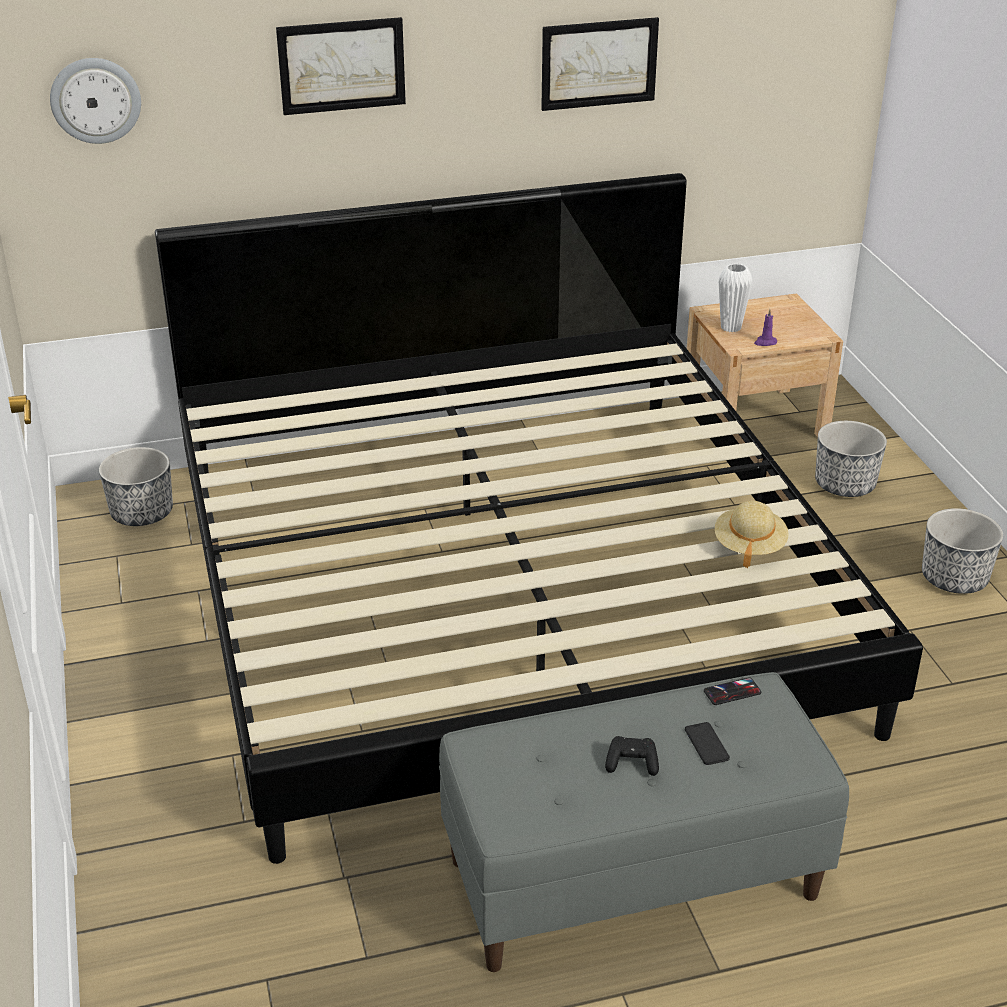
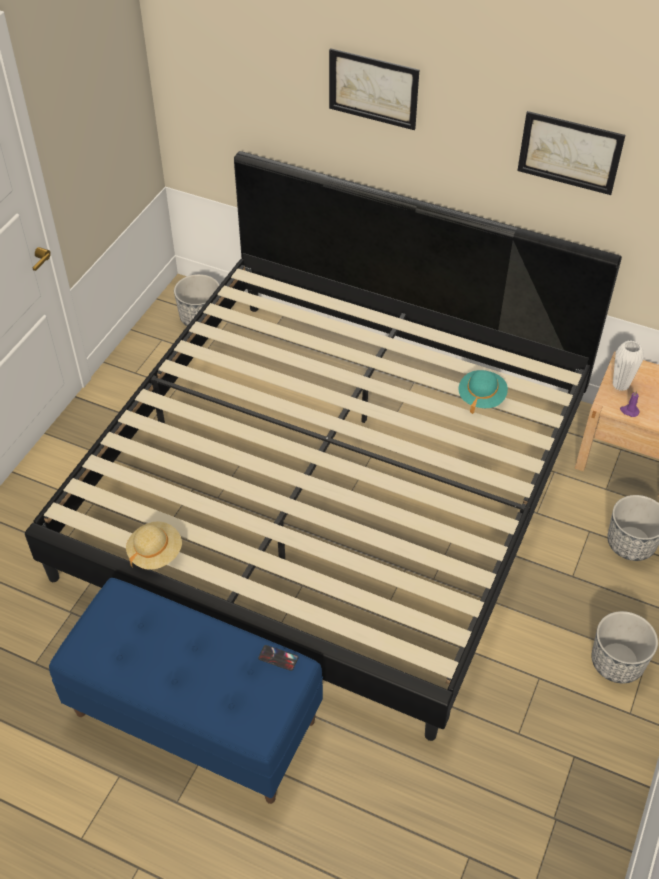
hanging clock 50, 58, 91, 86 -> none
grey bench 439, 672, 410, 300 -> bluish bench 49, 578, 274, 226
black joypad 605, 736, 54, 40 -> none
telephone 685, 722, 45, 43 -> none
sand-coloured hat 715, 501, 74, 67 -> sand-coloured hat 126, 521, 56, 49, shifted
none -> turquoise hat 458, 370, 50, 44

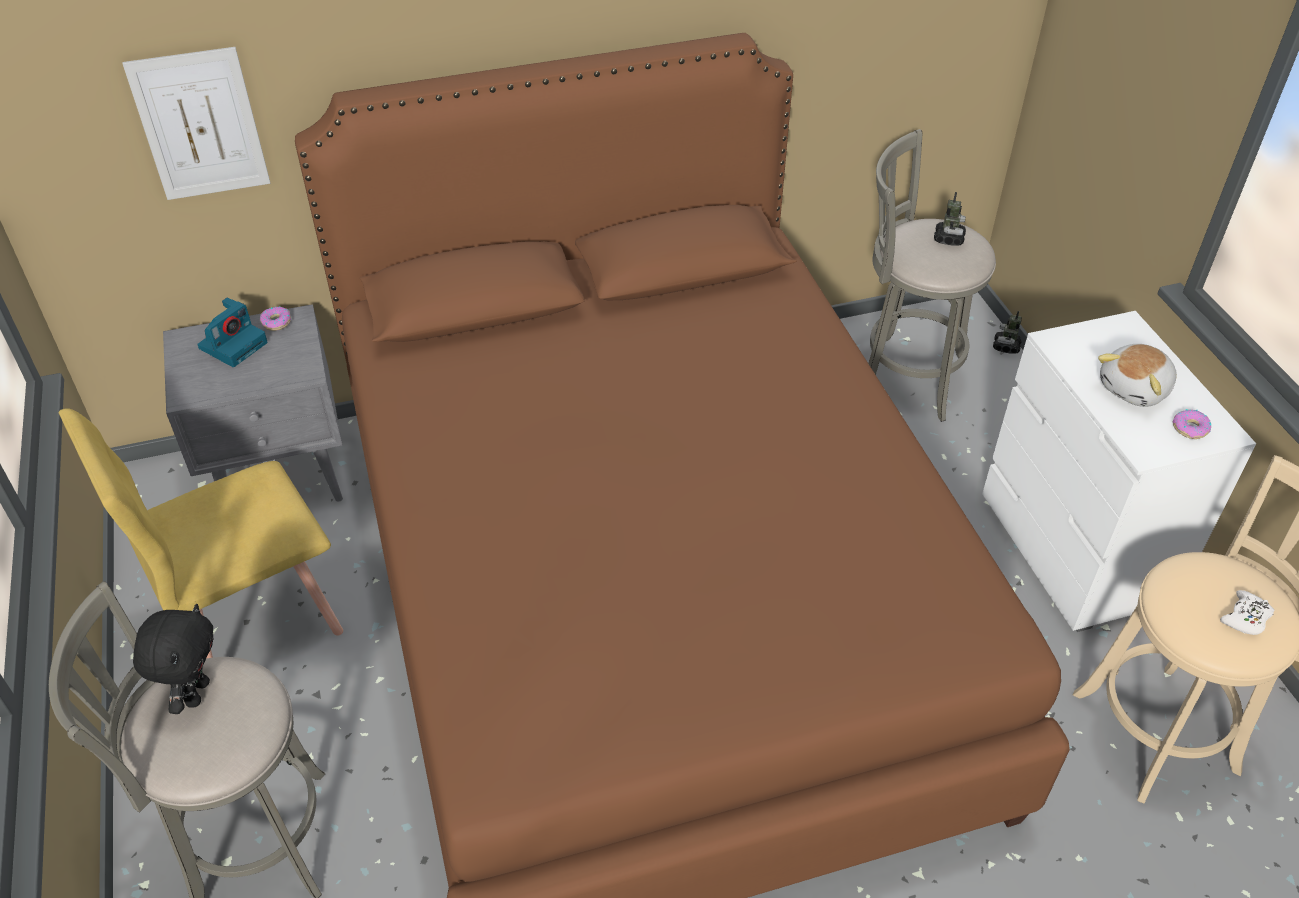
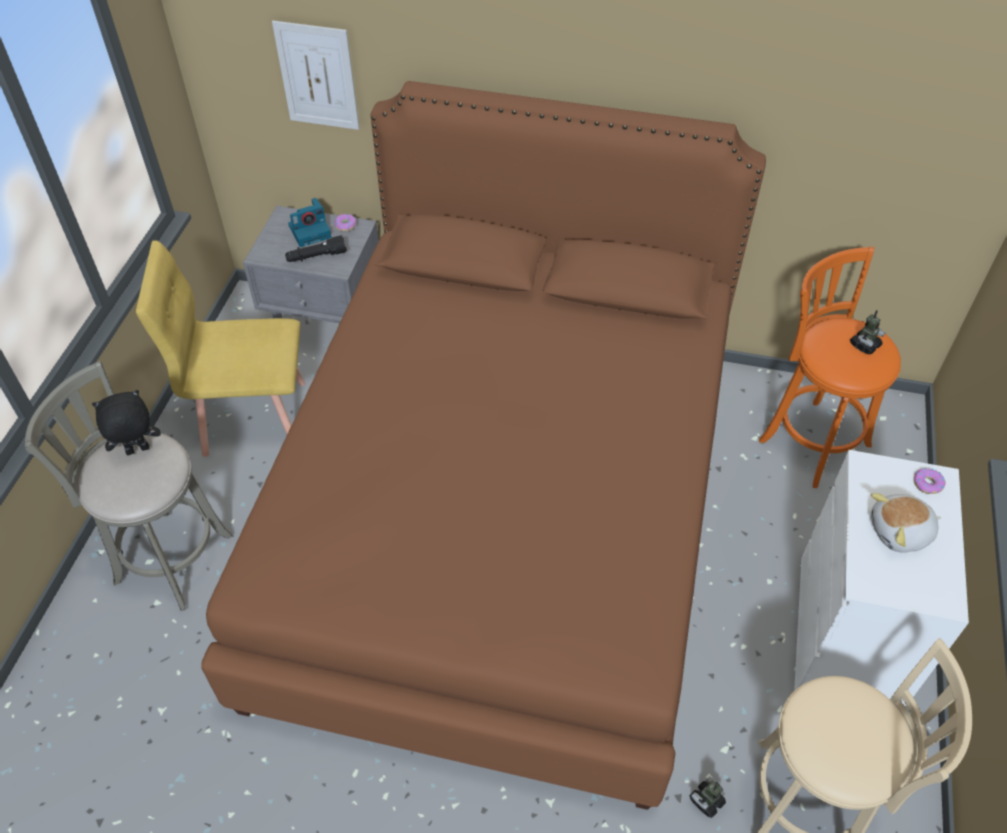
black soft toy 133, 604, 80, 110 -> black soft toy 92, 390, 69, 65, 150 degrees counterclockwise
grey sitting stool 868, 129, 128, 293 -> orange-coloured sitting stool 759, 247, 142, 241
robot figure 993, 311, 29, 43 -> robot figure 690, 776, 36, 42, shifted
donut 1173, 409, 38, 30 -> donut 914, 468, 31, 26, shifted
whitish joypad 1220, 590, 54, 45 -> none
none -> black torch 285, 235, 62, 27

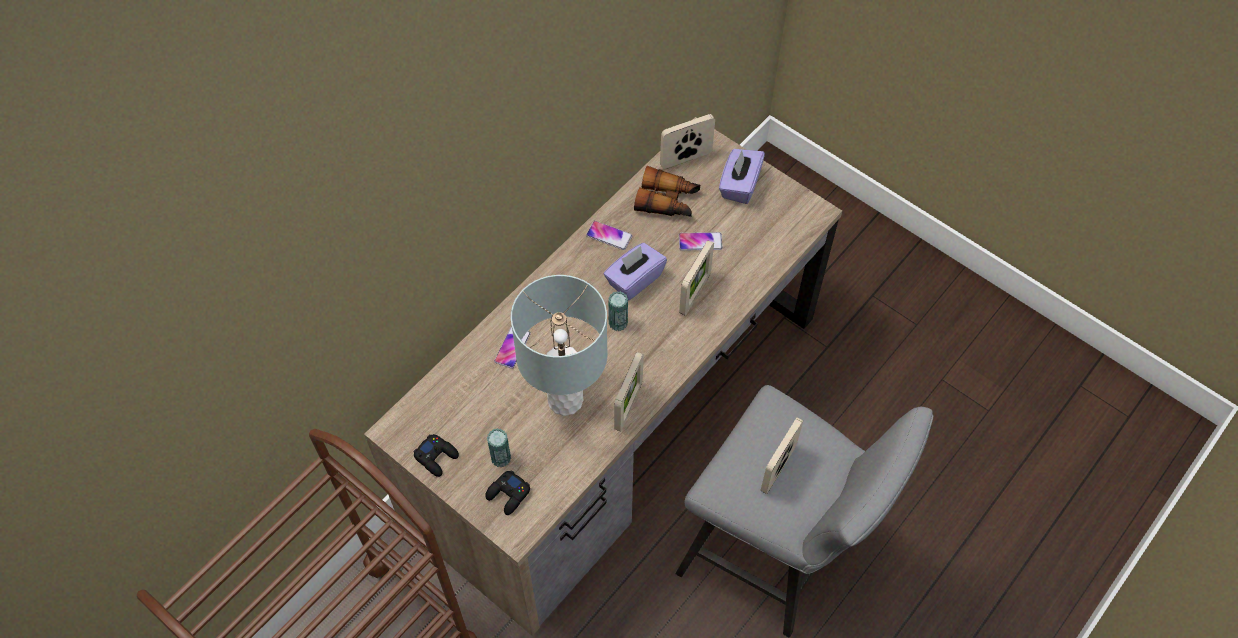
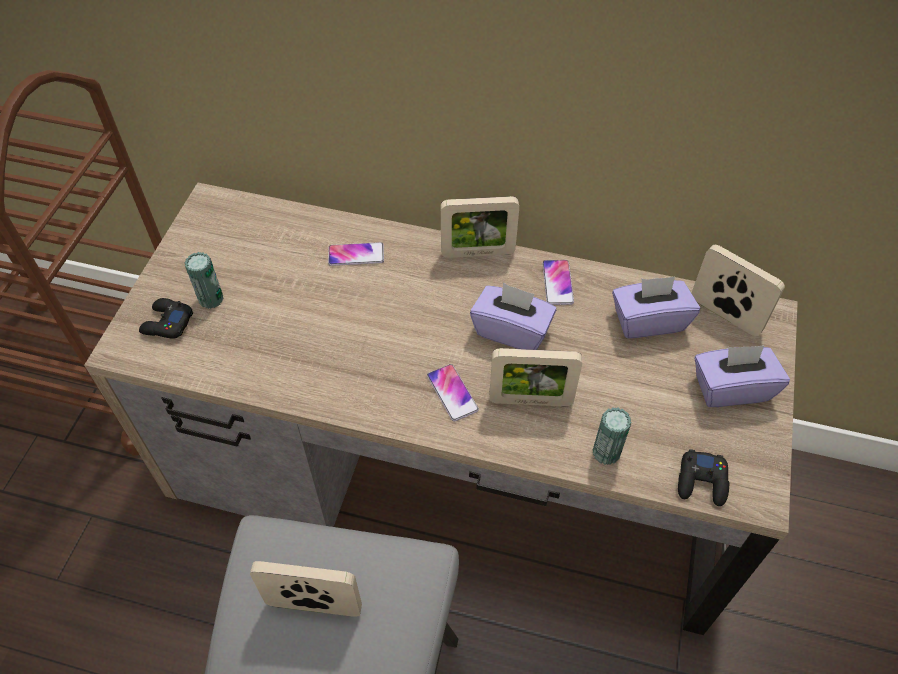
black joypad 413, 434, 46, 43 -> black joypad 678, 449, 51, 57, shifted
grey tabletop lamp 511, 275, 97, 141 -> none
metal can 608, 291, 20, 40 -> metal can 593, 407, 39, 58, shifted
standing frame 614, 352, 30, 79 -> standing frame 441, 196, 78, 62, shifted
field glasses 634, 166, 66, 51 -> purple tissue holder 612, 277, 88, 61
telephone 679, 232, 44, 18 -> telephone 427, 364, 52, 57, shifted

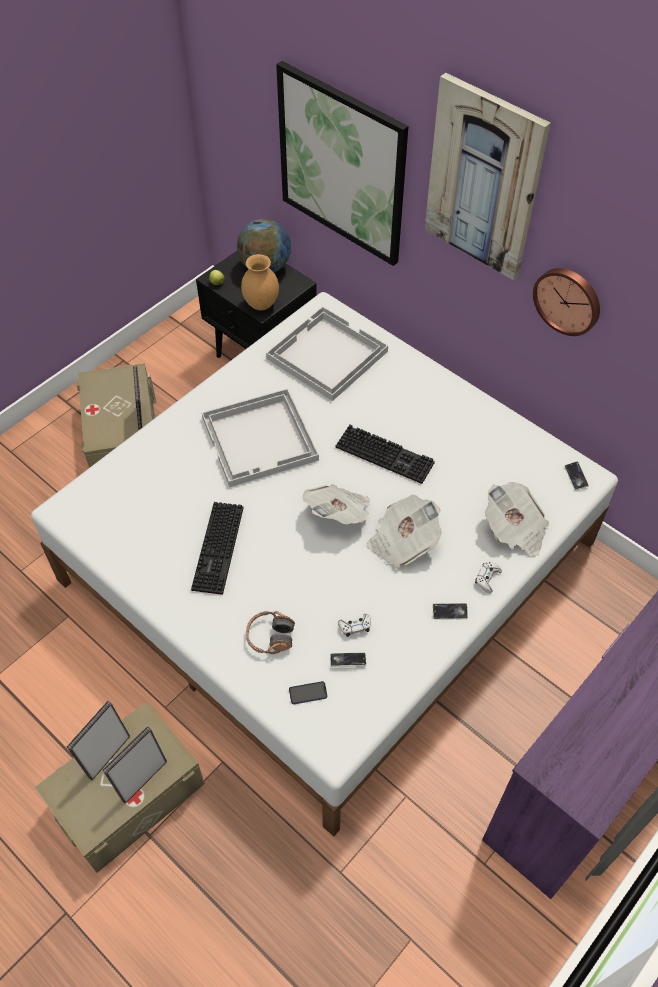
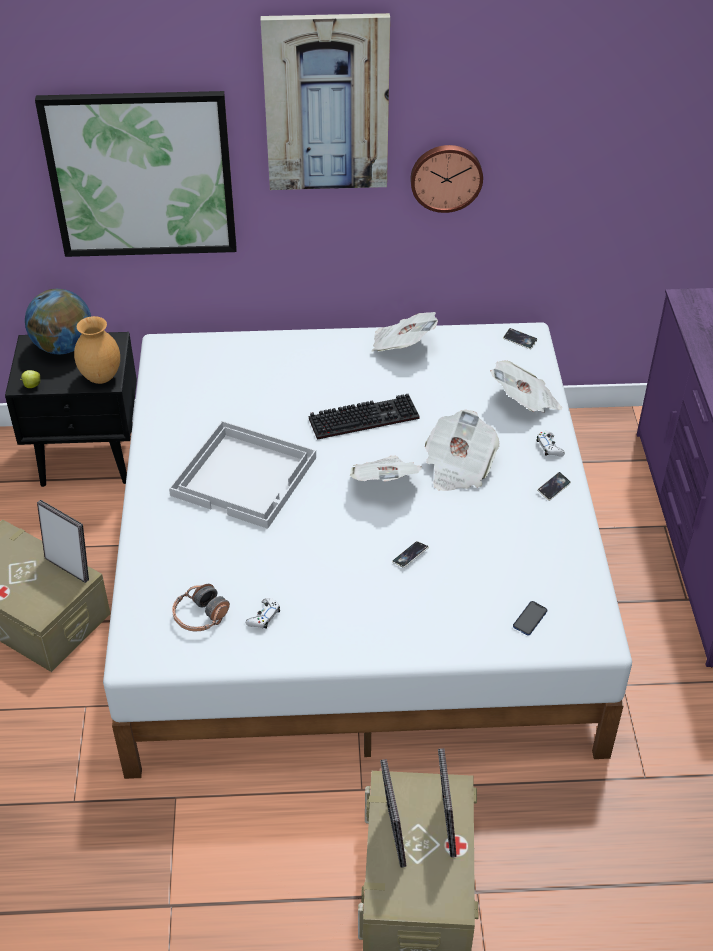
keyboard 191, 502, 52, 93 -> none
pair of headphones 246, 611, 49, 43 -> pair of headphones 172, 584, 58, 47, shifted
whitish carrying tray 266, 306, 122, 95 -> none
telephone 330, 653, 37, 14 -> telephone 392, 541, 37, 27, shifted
whitish joypad 338, 614, 33, 23 -> whitish joypad 246, 598, 34, 31, shifted
none -> newspaper 372, 312, 66, 40

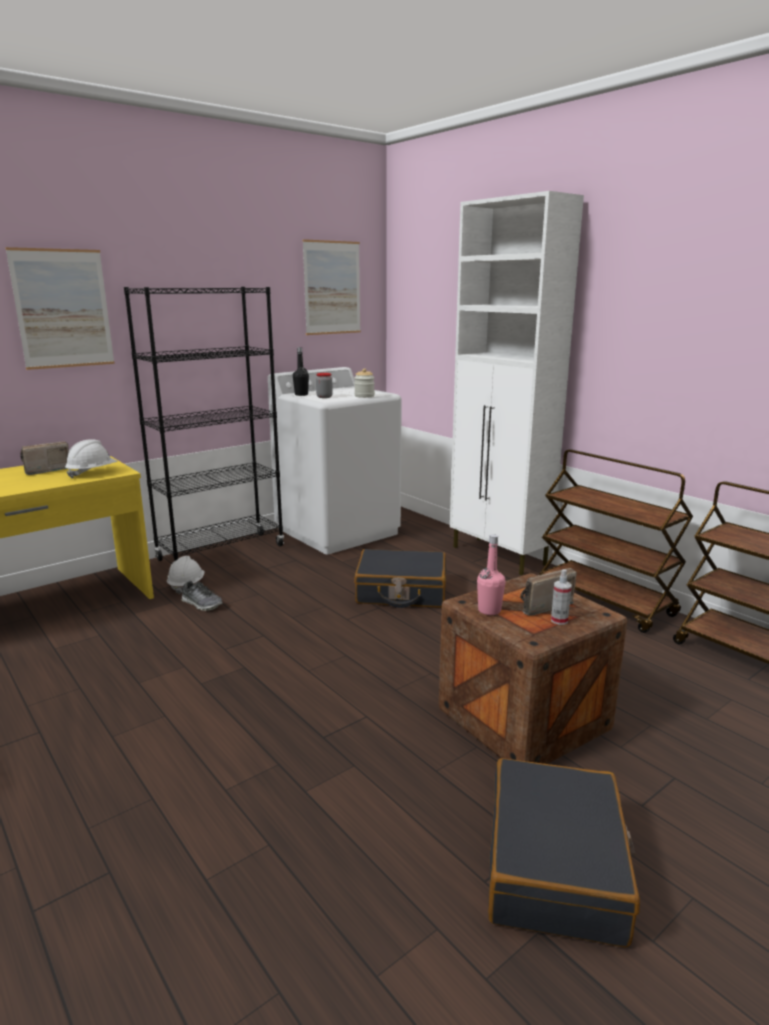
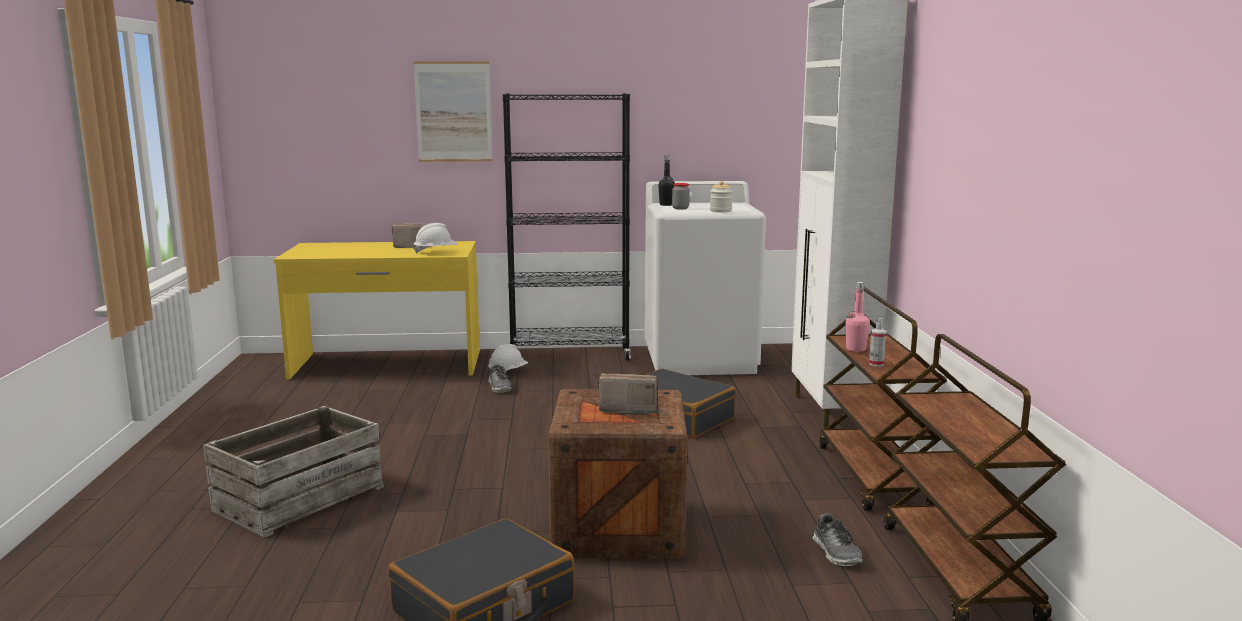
picture 302, 239, 59, 96 -> none
pink-coloured beverage bottle 477, 534, 28, 81 -> pink-coloured beverage bottle 846, 282, 24, 70, shifted
spray bottle 551, 569, 20, 56 -> spray bottle 869, 318, 17, 49, shifted
none -> shipping crate 203, 406, 181, 132
none -> shoe 813, 514, 50, 52

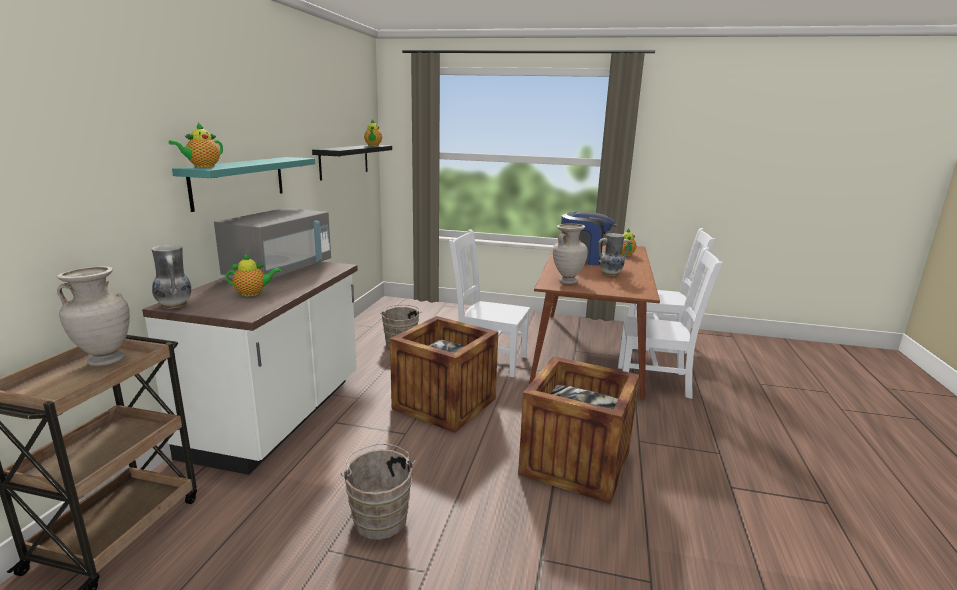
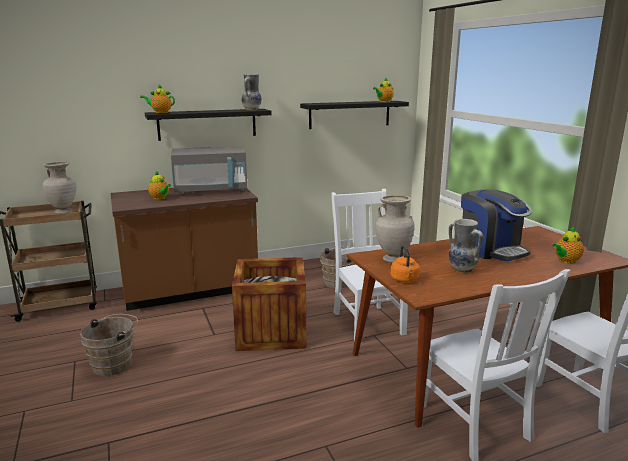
whitish kitchen counter 142, 261, 216, 214 -> brown-coloured kitchen counter 111, 188, 147, 123
flower vase 152, 244, 39, 65 -> flower vase 242, 74, 20, 36, shifted
turquoise bracket shelf 172, 157, 143, 55 -> black bracket shelf 145, 109, 127, 32
shipping crate 518, 356, 122, 148 -> none
none -> orange-coloured tea kettle 391, 245, 29, 38

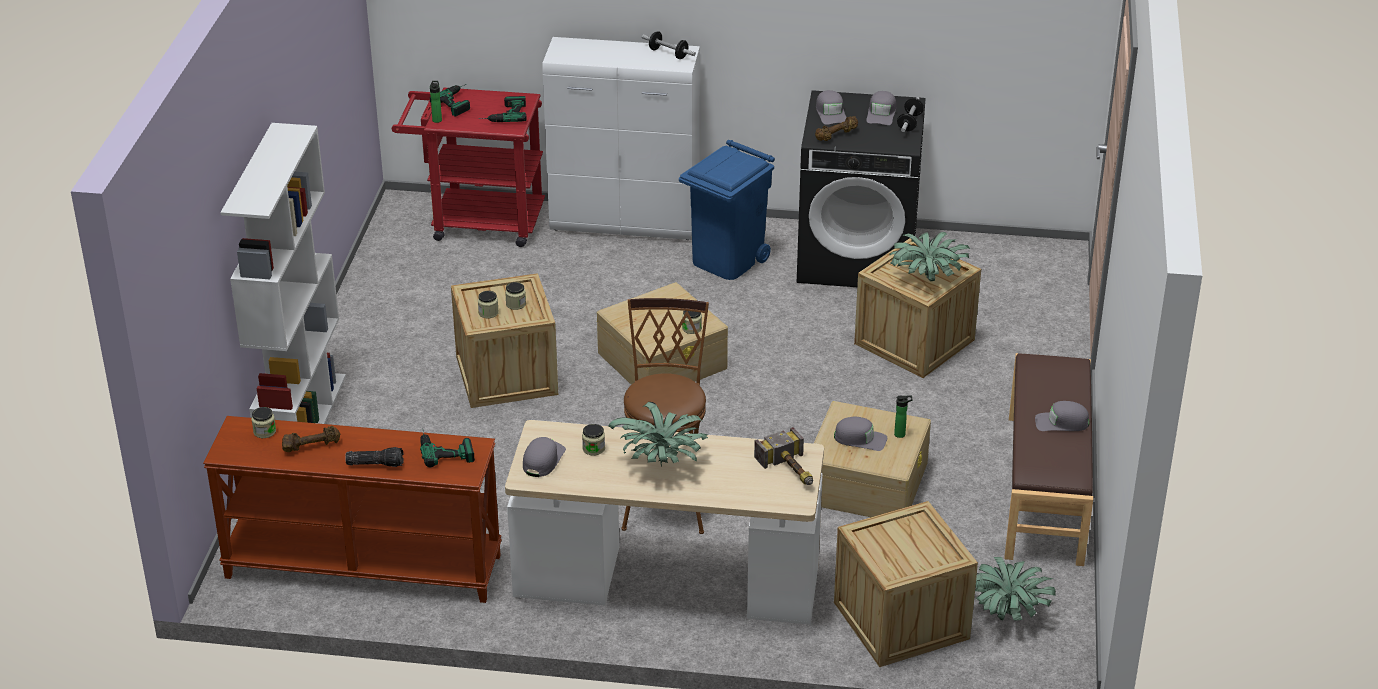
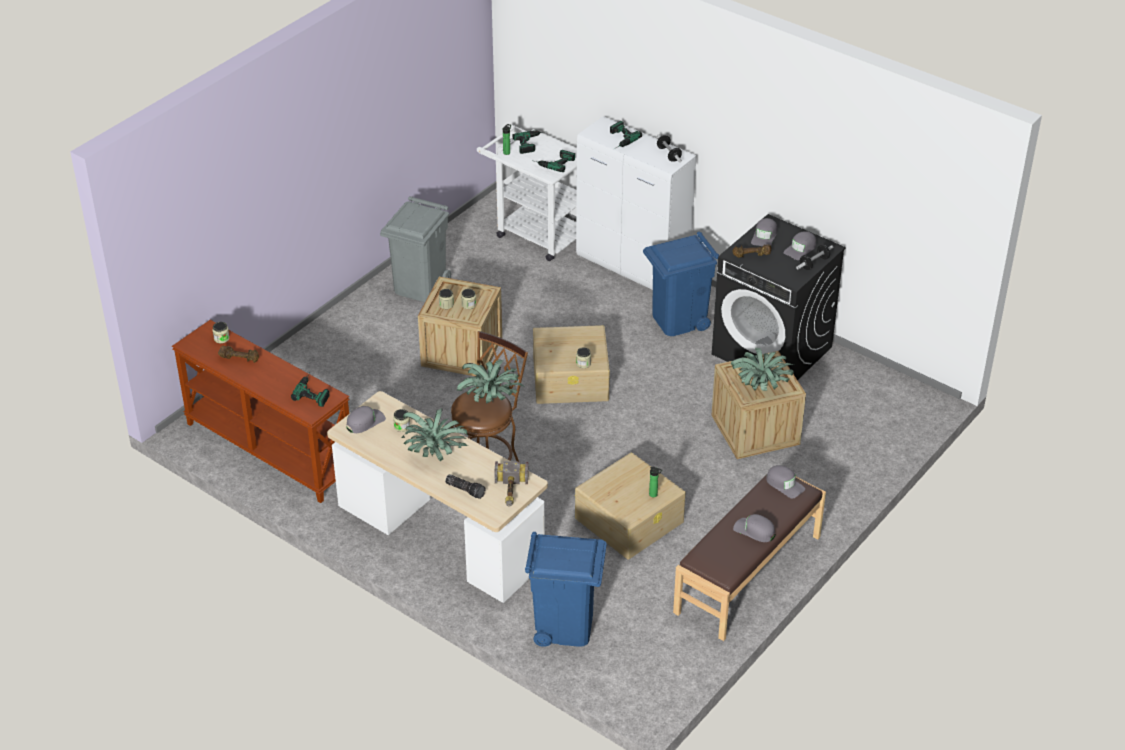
whitish shelving unit 220, 123, 126, 301 -> none
torch 345, 447, 59, 20 -> torch 445, 474, 41, 25, shifted
reddish trolley 392, 88, 153, 159 -> whitish trolley 477, 125, 100, 136
grey cap 834, 417, 53, 34 -> grey cap 766, 465, 39, 34, shifted
shipping crate 834, 501, 144, 166 -> bluish waste bin 525, 532, 82, 115
potted plant 975, 557, 81, 64 -> potted plant 457, 359, 67, 45, shifted
none -> grey waste bin 380, 196, 71, 106
none -> power drill 610, 121, 32, 27

